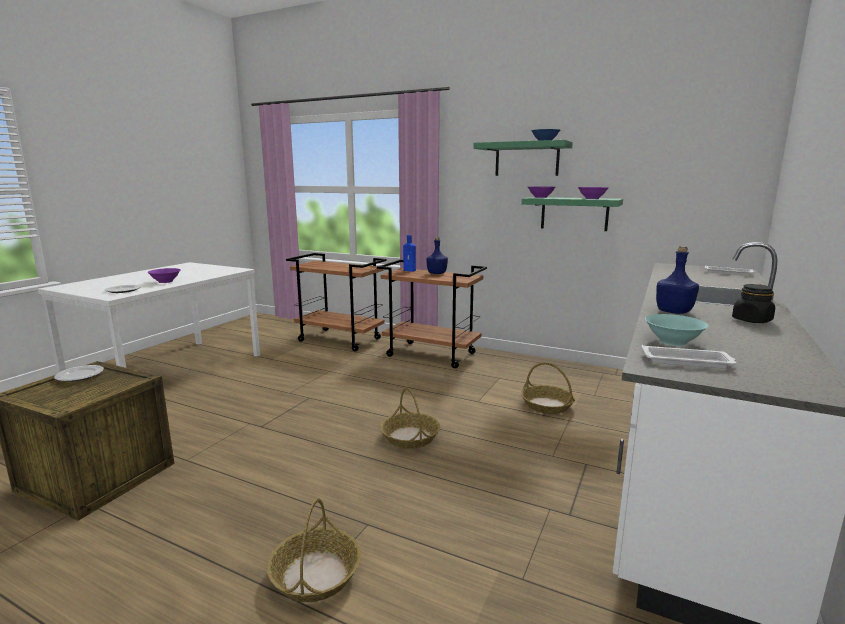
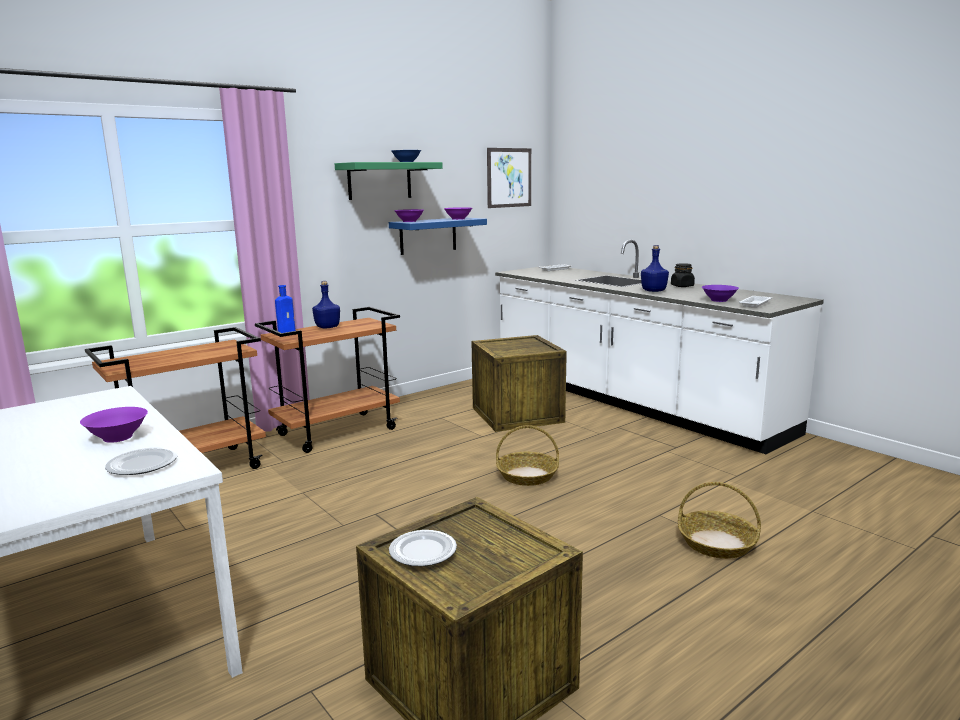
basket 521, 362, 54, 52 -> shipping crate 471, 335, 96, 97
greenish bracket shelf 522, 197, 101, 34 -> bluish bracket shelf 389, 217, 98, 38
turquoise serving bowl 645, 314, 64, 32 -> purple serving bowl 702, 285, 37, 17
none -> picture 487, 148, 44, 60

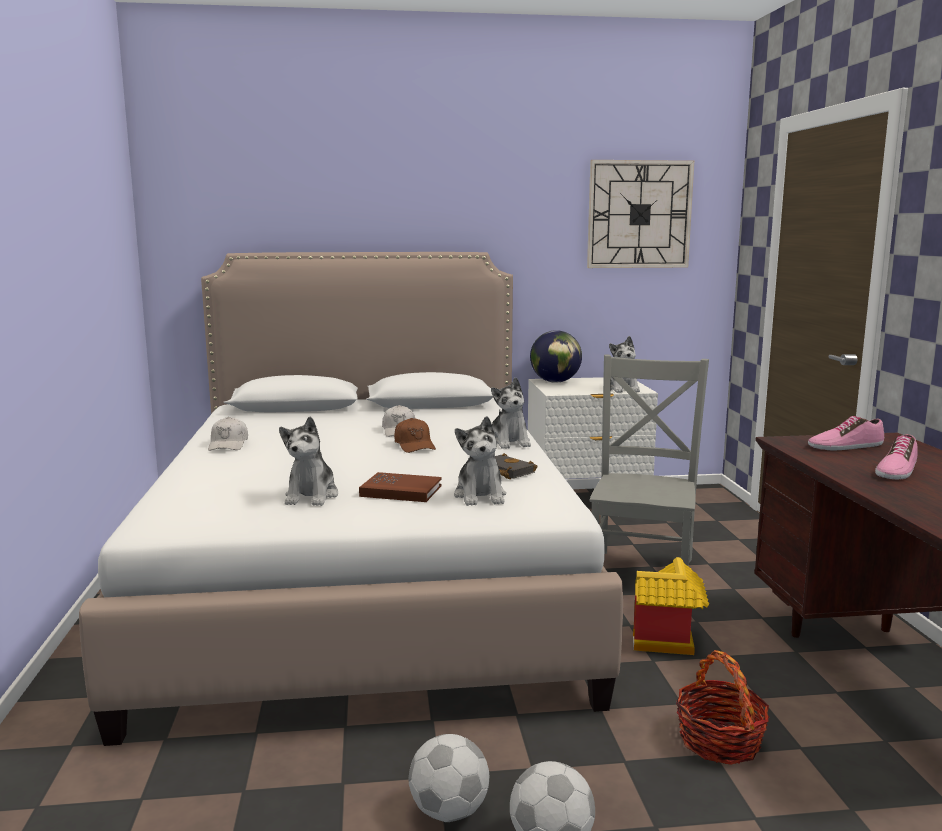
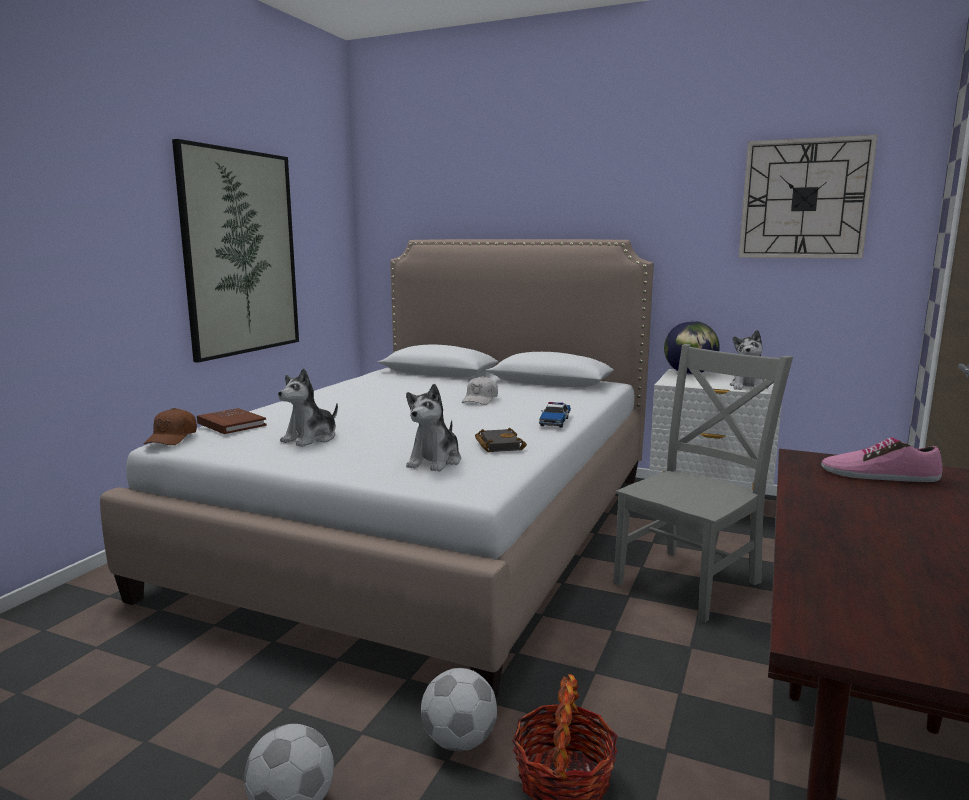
whitish cap 208, 417, 40, 34 -> none
brown-coloured bound book 359, 472, 83, 30 -> brown-coloured bound book 197, 408, 70, 26, shifted
brown-coloured cap 394, 418, 42, 35 -> brown-coloured cap 144, 408, 53, 37, shifted
ball for football 408, 734, 81, 88 -> ball for football 421, 668, 76, 83, shifted
soft toy 491, 378, 40, 71 -> toy car 539, 402, 32, 26
model house 633, 557, 76, 98 -> none
shoe 875, 434, 43, 46 -> none
none -> picture 172, 139, 127, 224

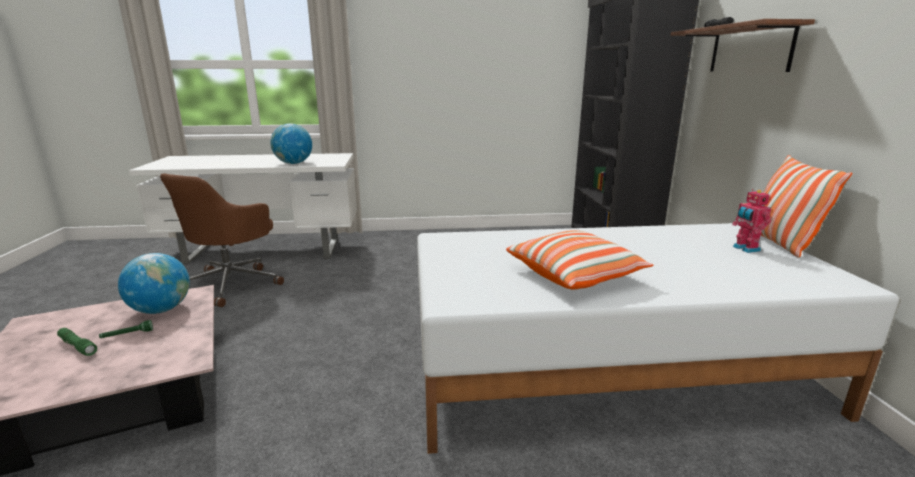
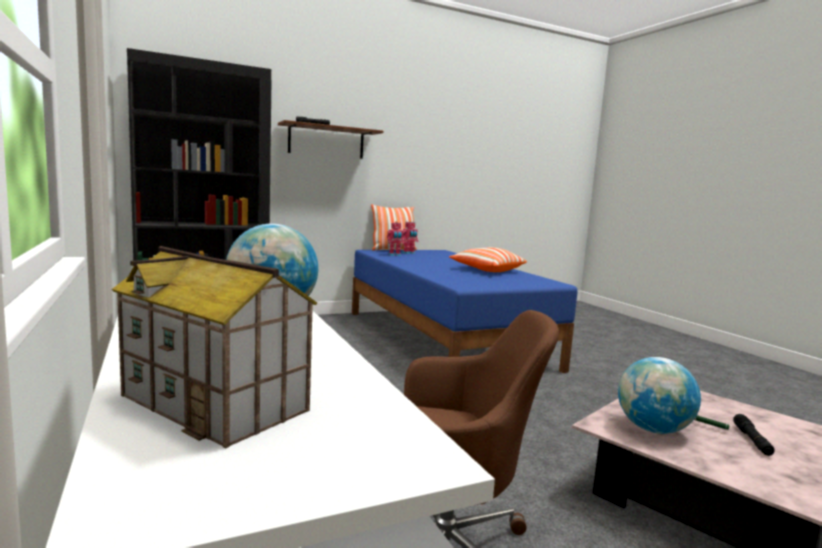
greenish torch 57, 328, 40, 28 -> black torch 733, 414, 42, 42
whitish bedroom bed 417, 223, 482, 231 -> bluish bedroom bed 352, 250, 226, 123
none -> model house 112, 246, 205, 202
none -> robot figure 387, 221, 17, 35

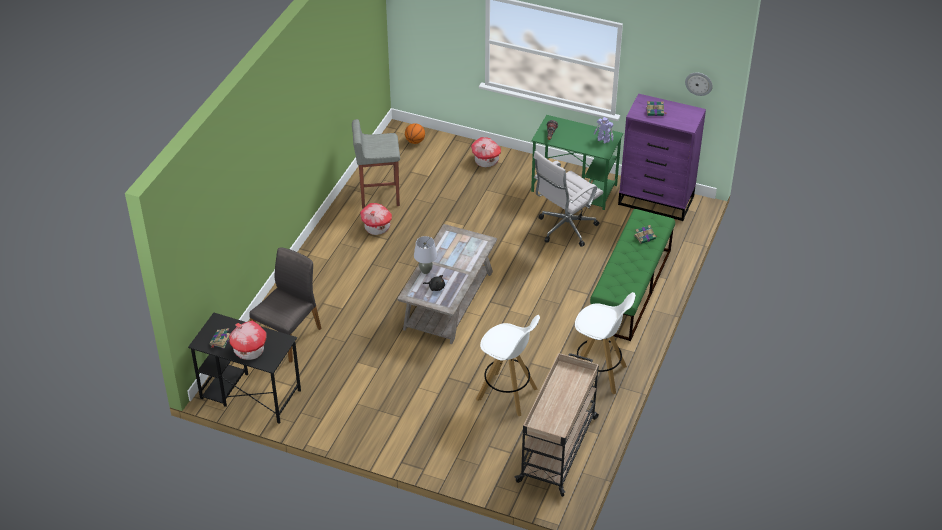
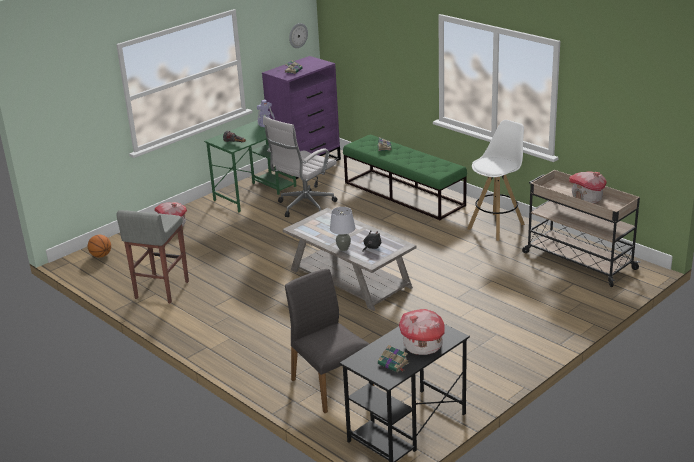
model house 360, 203, 32, 32 -> model house 569, 171, 38, 33, shifted
whitish sitting stool 476, 315, 64, 101 -> none
whitish computer chair 534, 151, 69, 96 -> whitish computer chair 263, 116, 75, 101, 60 degrees clockwise

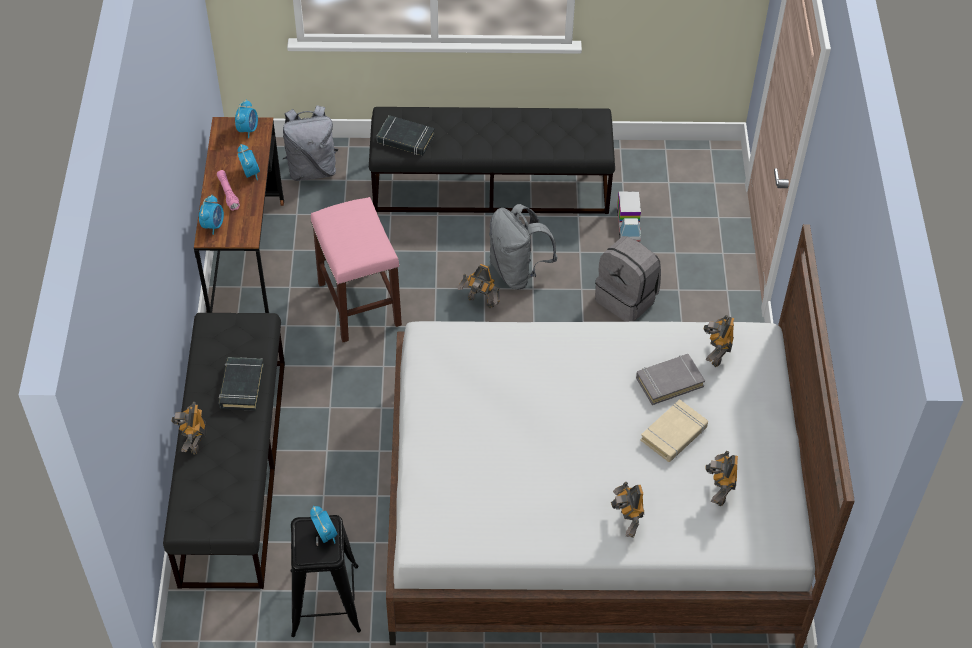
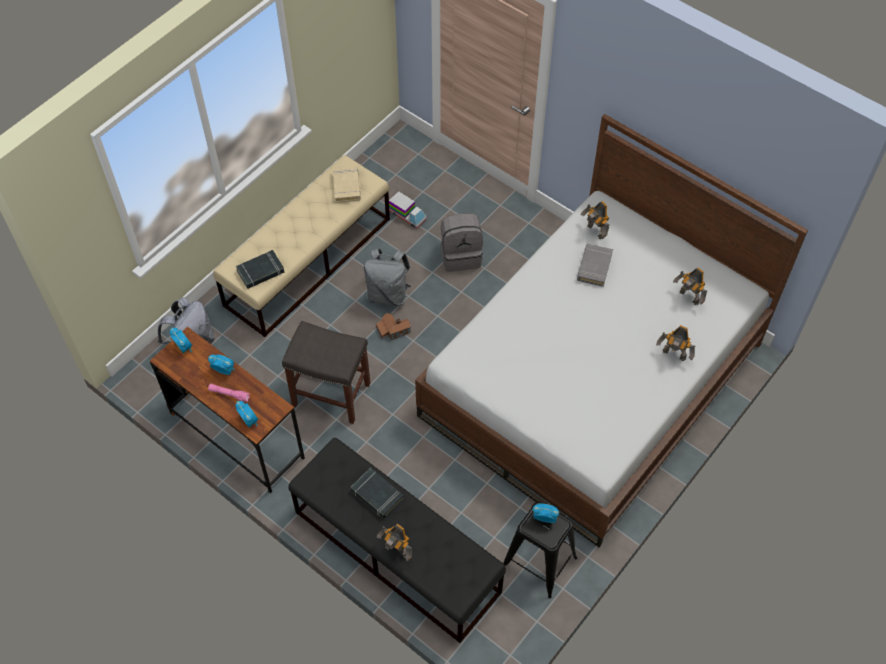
pink-coloured sitting stool 311, 197, 91, 145 -> grey sitting stool 282, 321, 89, 103
black bench 369, 107, 246, 107 -> sand-coloured bench 213, 155, 177, 182
robot figure 458, 264, 42, 44 -> model house 376, 313, 35, 27
sand-coloured bound book 640, 399, 68, 63 -> sand-coloured bound book 332, 166, 29, 37, shifted

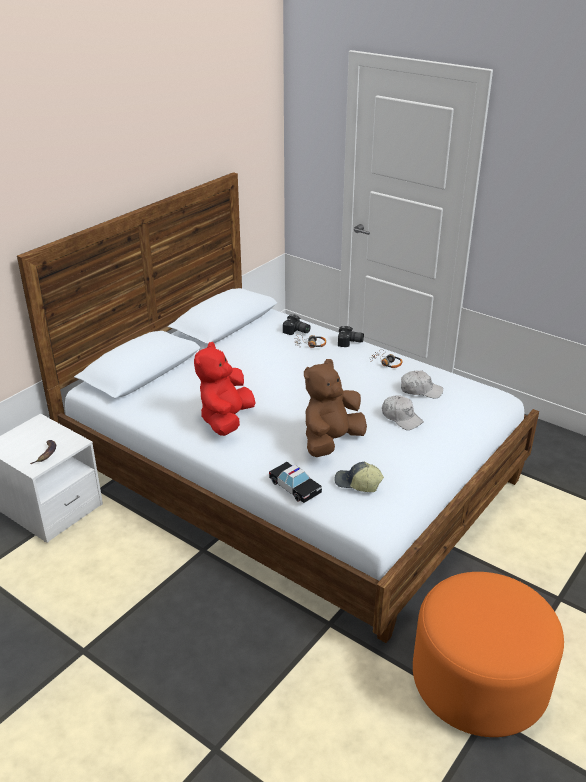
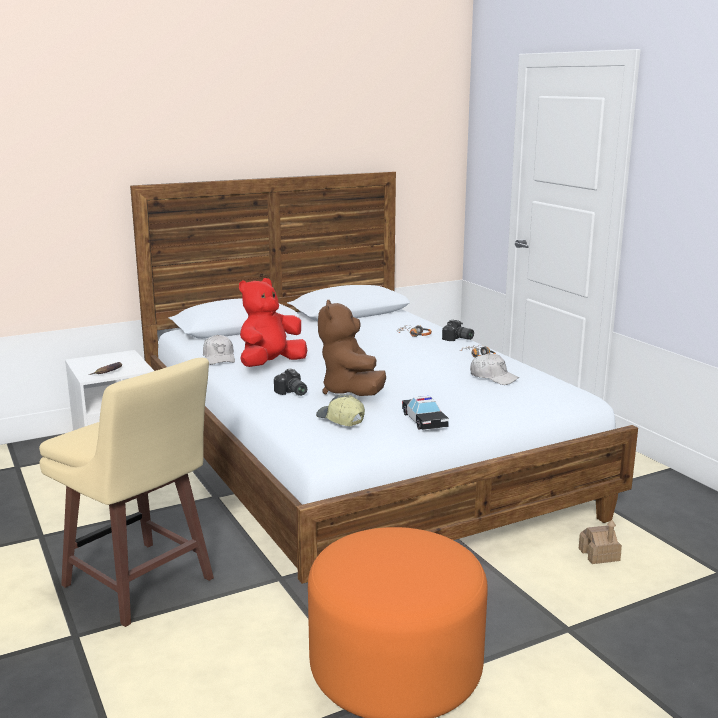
toy car 269, 462, 53, 41 -> toy car 402, 396, 47, 34, shifted
photo camera 283, 314, 28, 21 -> photo camera 274, 368, 33, 28, shifted
brown-coloured soft toy 304, 359, 63, 98 -> brown-coloured soft toy 318, 300, 68, 96, 75 degrees counterclockwise
whitish cap 382, 395, 42, 35 -> whitish cap 203, 335, 32, 30, shifted
none -> sand-coloured sitting stool 39, 358, 175, 269
none -> model house 579, 520, 43, 44

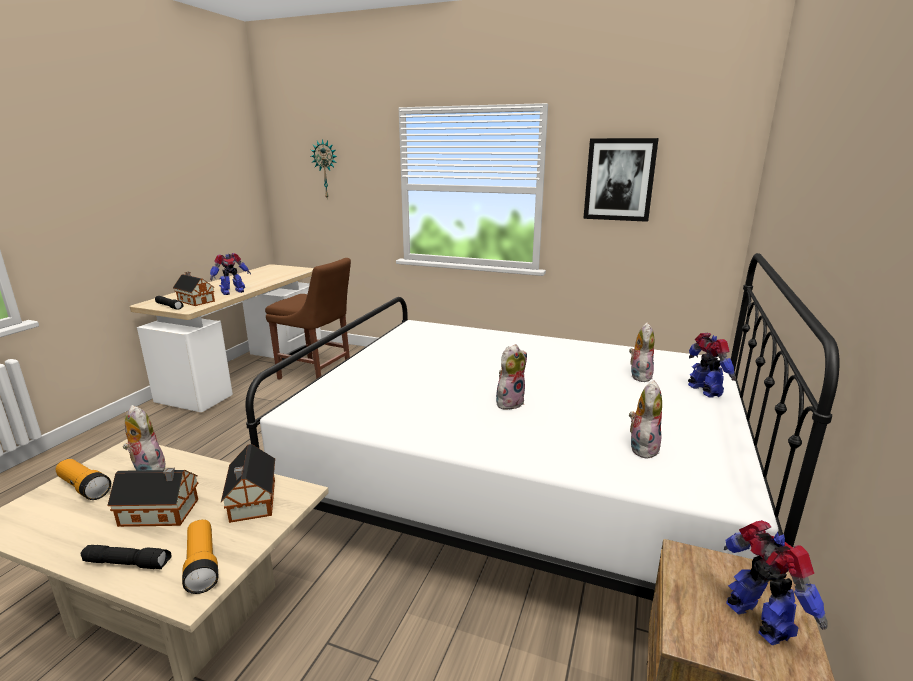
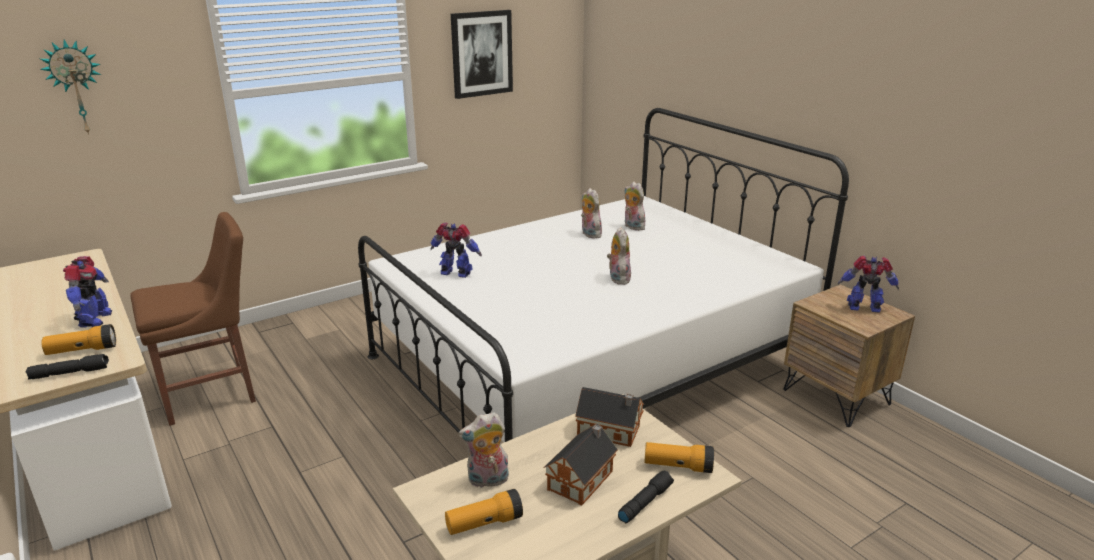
model house 173, 272, 42, 34 -> torch 41, 324, 75, 31
soft toy 629, 380, 33, 78 -> soft toy 581, 188, 21, 51, shifted
robot figure 688, 333, 48, 65 -> robot figure 431, 222, 51, 56, shifted

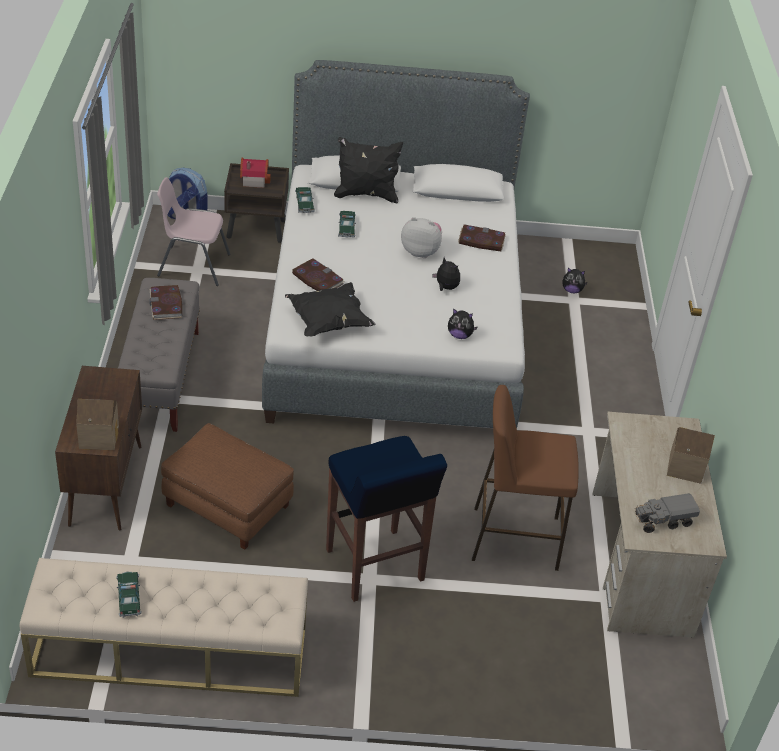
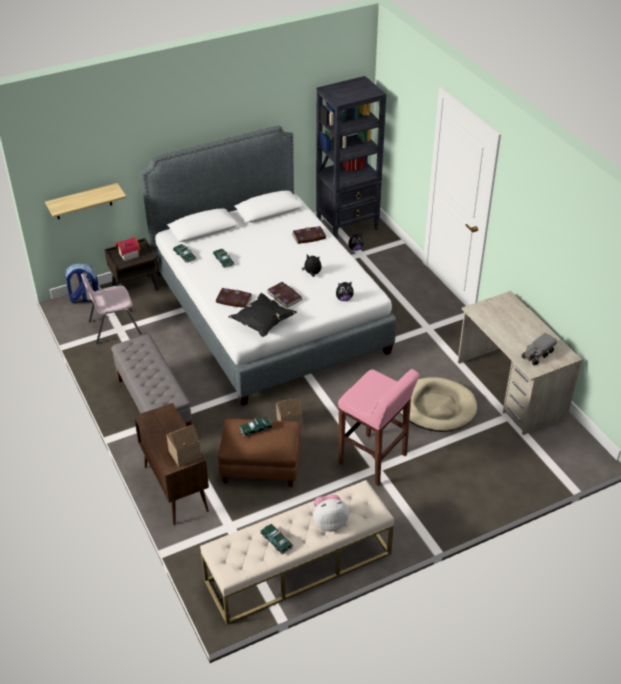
bound book 149, 285, 33, 35 -> bound book 267, 282, 35, 26, shifted
bluish sitting stool 326, 436, 121, 166 -> pink-coloured sitting stool 338, 369, 81, 117
black pillow 334, 137, 69, 66 -> none
soft toy 401, 217, 41, 41 -> soft toy 313, 494, 36, 38, shifted
brown-coloured sitting stool 472, 385, 107, 186 -> sand-coloured dog cushion 399, 377, 78, 55
model house 667, 427, 48, 57 -> model house 276, 398, 26, 31, shifted
none -> bracket shelf 45, 183, 82, 36
none -> toy car 240, 417, 33, 20
none -> black shelving unit 316, 76, 71, 164

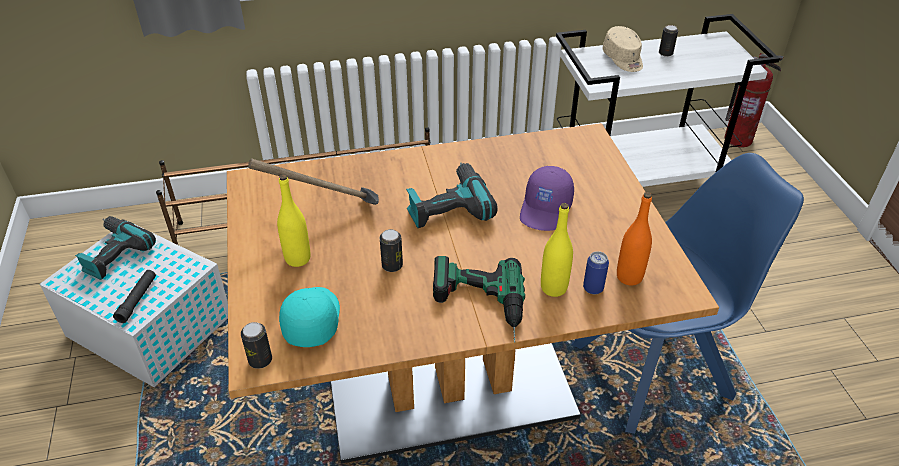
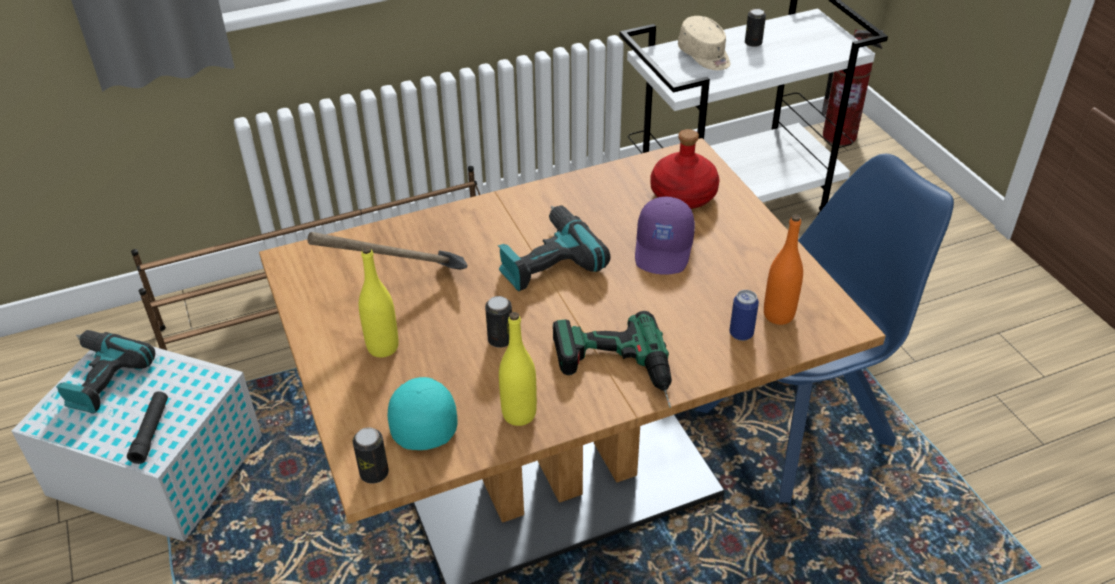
yellow-coloured beverage bottle 541, 203, 32, 94 -> yellow-coloured beverage bottle 499, 312, 38, 114, shifted
none -> reddish beverage bottle 651, 129, 69, 80

